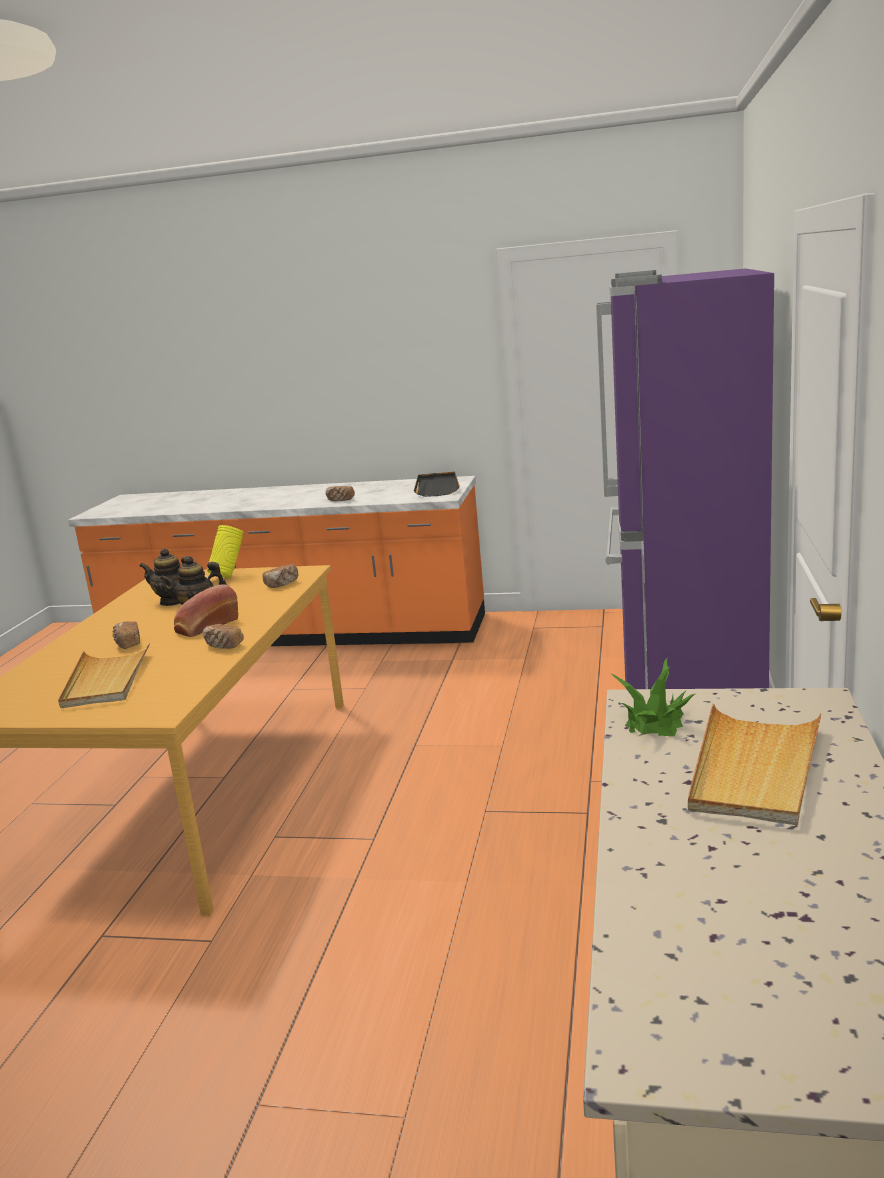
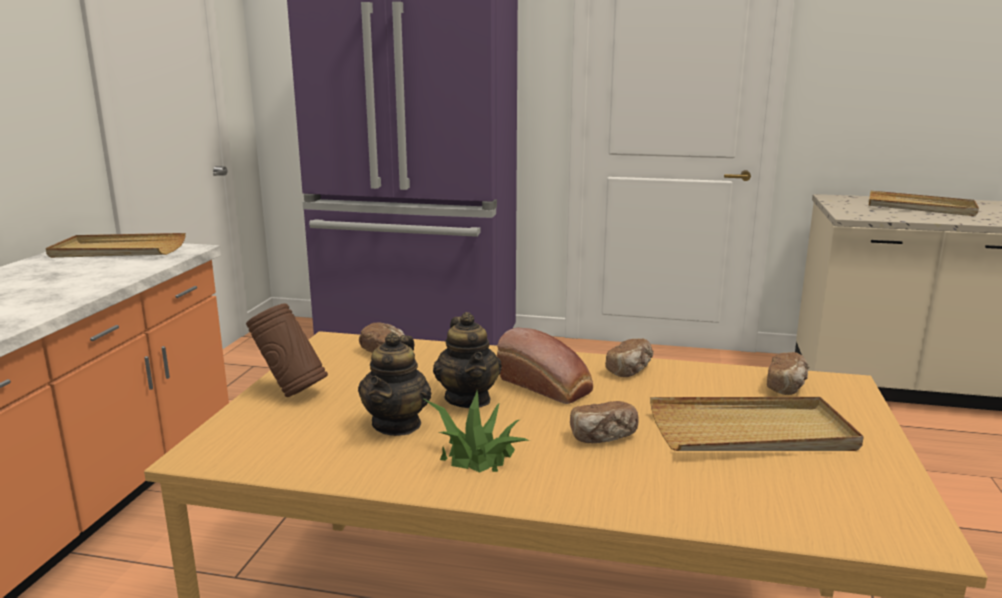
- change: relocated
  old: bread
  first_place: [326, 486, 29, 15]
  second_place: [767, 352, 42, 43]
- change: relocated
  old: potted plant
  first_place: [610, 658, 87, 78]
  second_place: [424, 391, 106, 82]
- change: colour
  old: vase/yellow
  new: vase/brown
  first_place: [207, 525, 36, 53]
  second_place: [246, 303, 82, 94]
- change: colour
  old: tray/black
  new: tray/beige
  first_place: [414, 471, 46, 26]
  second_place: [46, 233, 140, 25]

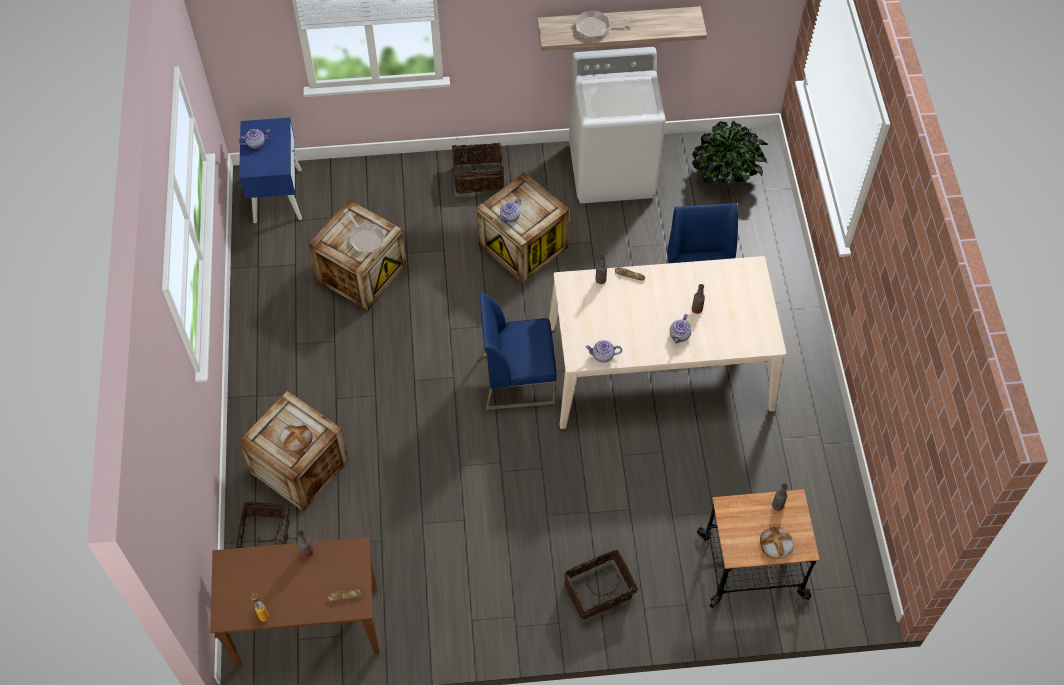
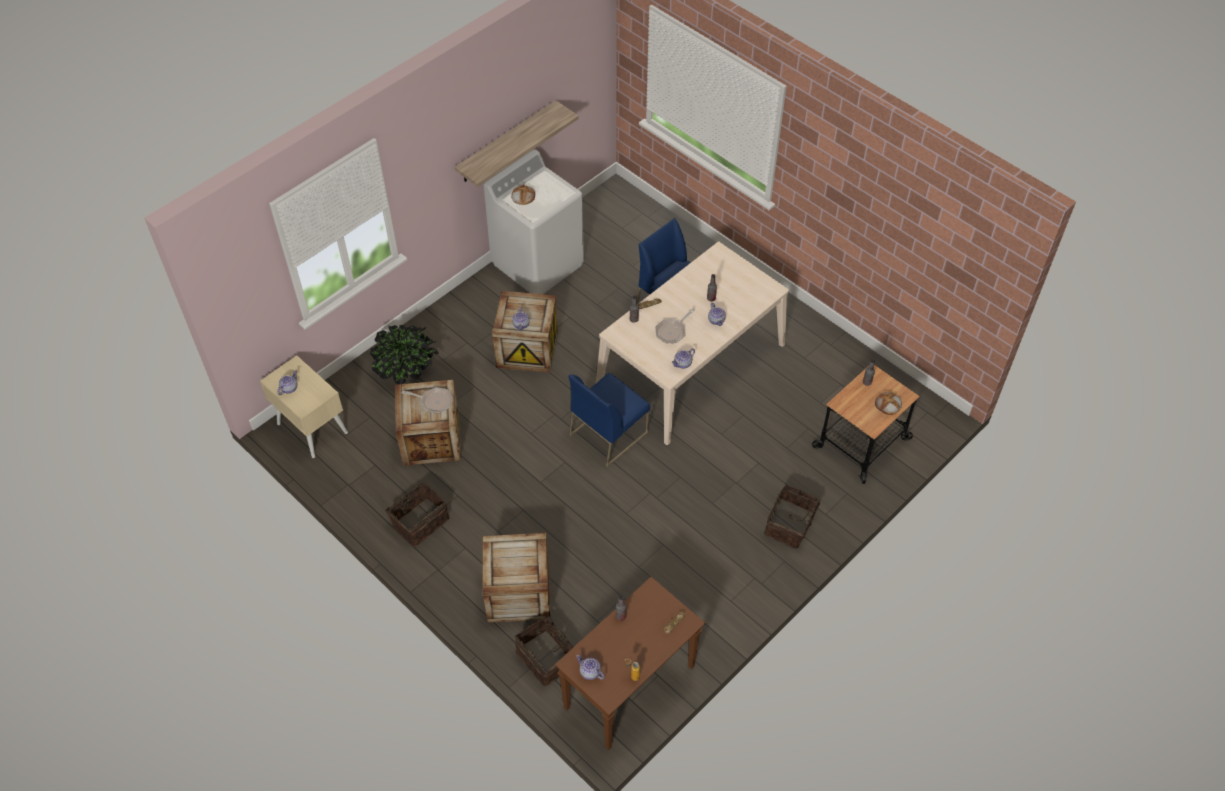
- change: appeared
  new: teapot
  second_place: [576, 655, 29, 25]
- change: relocated
  old: bread
  first_place: [280, 422, 33, 30]
  second_place: [511, 184, 24, 21]
- change: relocated
  old: basket
  first_place: [452, 143, 52, 51]
  second_place: [383, 482, 66, 64]
- change: relocated
  old: frying pan
  first_place: [575, 11, 59, 28]
  second_place: [655, 308, 40, 35]
- change: relocated
  old: potted plant
  first_place: [692, 121, 76, 66]
  second_place: [370, 325, 69, 59]
- change: colour
  old: nightstand/blue
  new: nightstand/beige
  first_place: [239, 118, 63, 105]
  second_place: [260, 356, 88, 102]

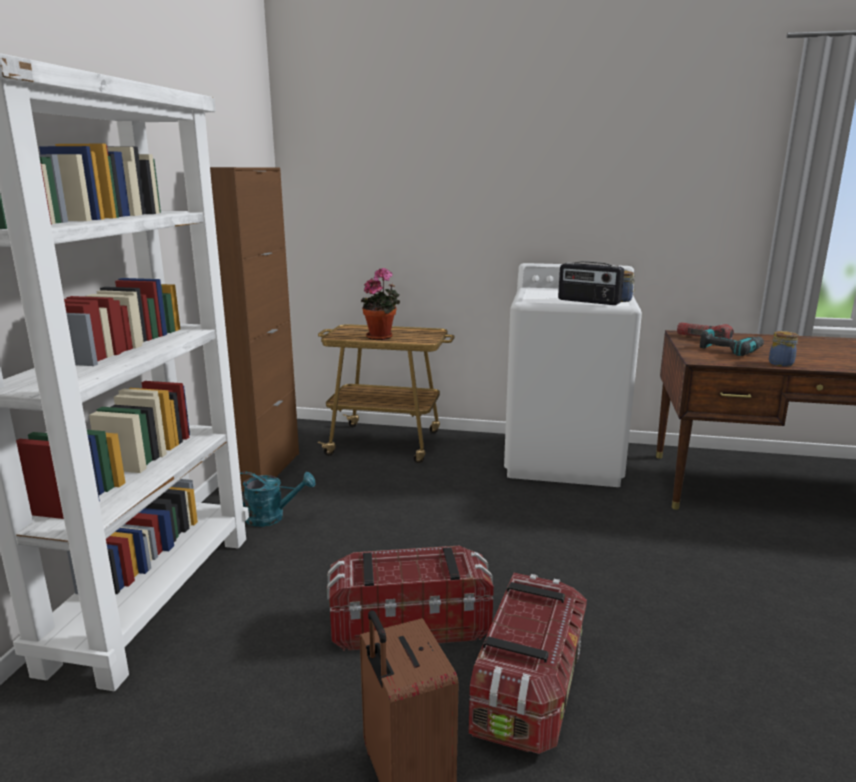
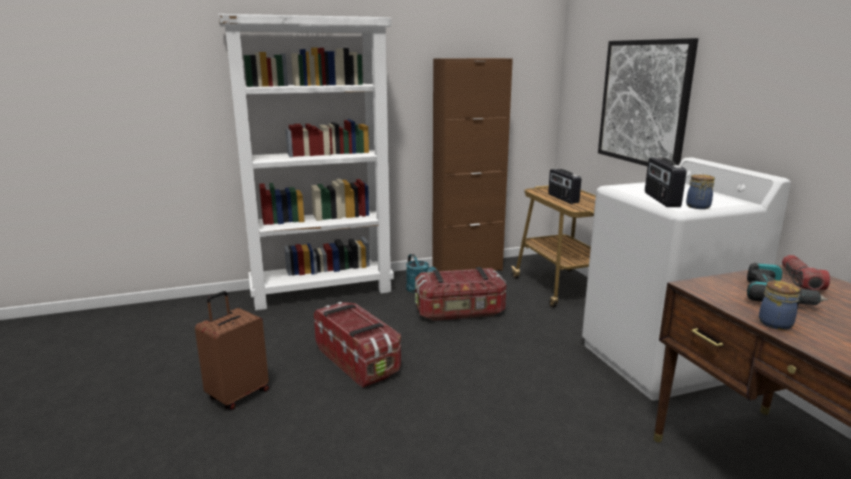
- change: appeared
  new: picture
  second_place: [598, 38, 100, 128]
- change: relocated
  old: storage box
  first_place: [469, 573, 118, 181]
  second_place: [415, 267, 91, 54]
- change: exchanged
  old: potted plant
  new: radio
  first_place: [361, 268, 39, 72]
  second_place: [548, 168, 33, 36]

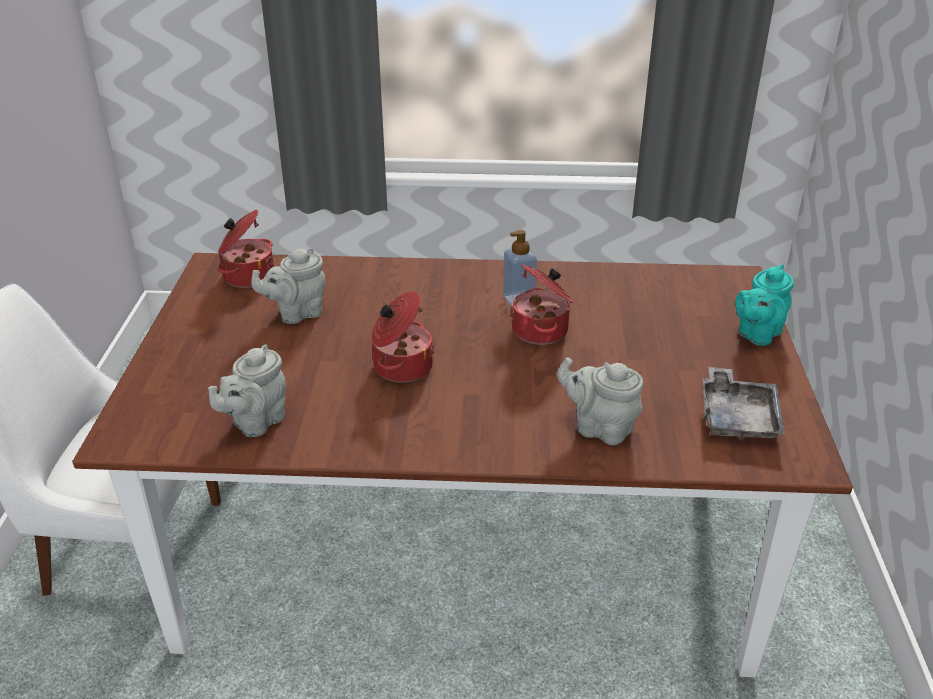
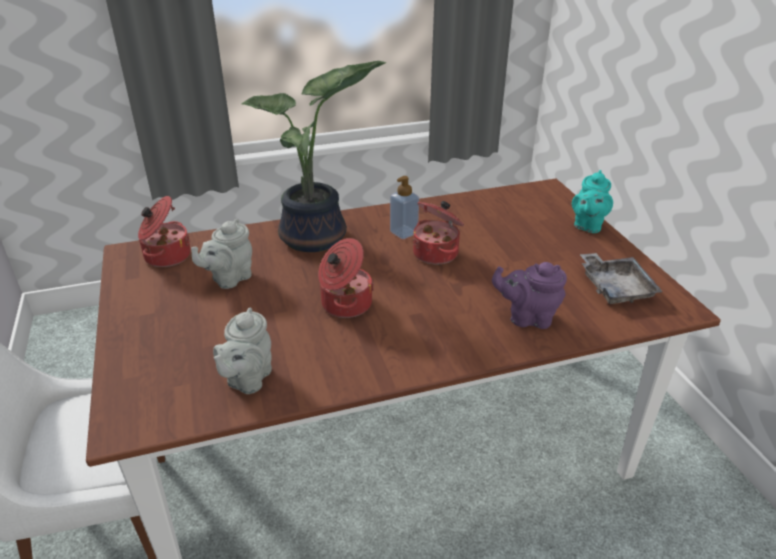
- change: appeared
  new: potted plant
  second_place: [241, 61, 145, 191]
- change: colour
  old: teapot/grey
  new: teapot/purple
  first_place: [557, 357, 86, 88]
  second_place: [492, 262, 75, 67]

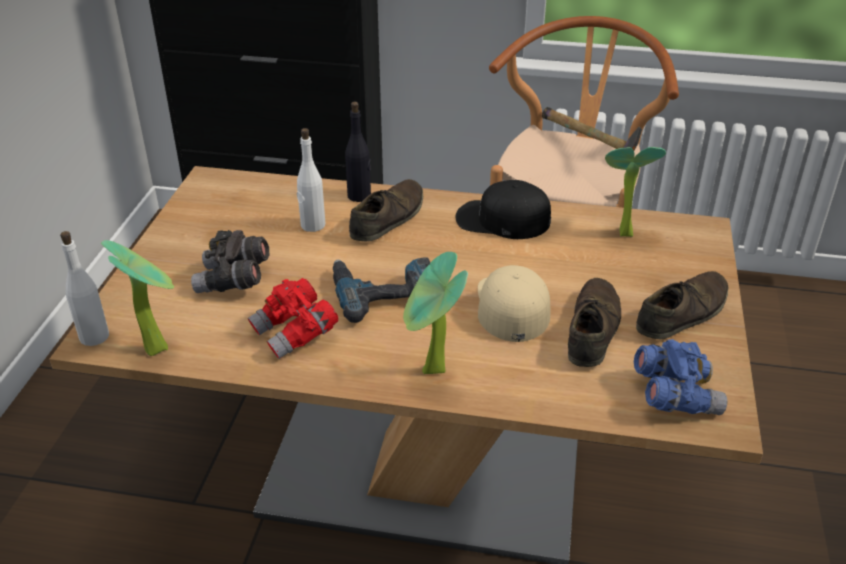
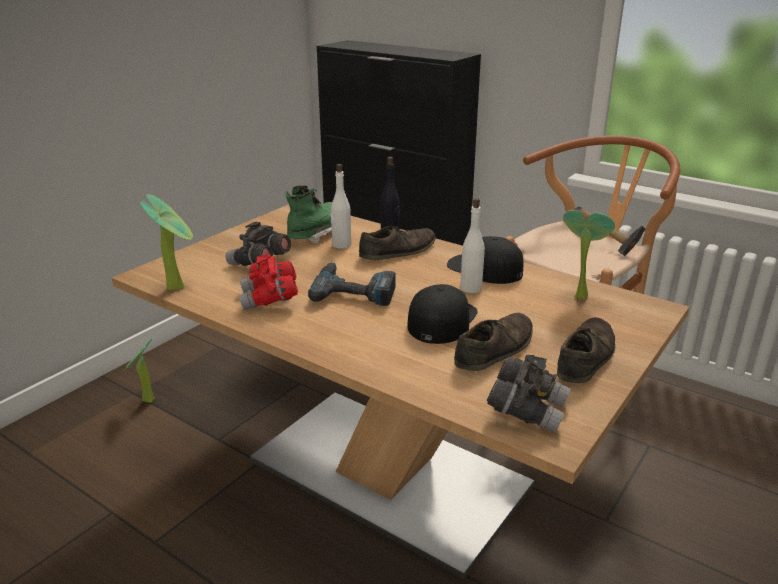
- change: appeared
  new: boot/green
  second_place: [285, 185, 47, 59]
- change: relocated
  old: bottle/white
  first_place: [60, 231, 49, 115]
  second_place: [460, 198, 25, 95]
- change: relocated
  old: potted plant
  first_place: [403, 252, 65, 122]
  second_place: [122, 336, 33, 67]
- change: colour
  old: cap/beige
  new: cap/black
  first_place: [478, 265, 72, 77]
  second_place: [407, 284, 71, 60]
- change: colour
  old: binoculars/blue
  new: binoculars/grey
  first_place: [634, 339, 94, 76]
  second_place: [487, 355, 84, 78]
- change: spun
  old: shoe/brown
  first_place: [636, 271, 93, 68]
  second_place: [557, 317, 58, 66]
  degrees: -45

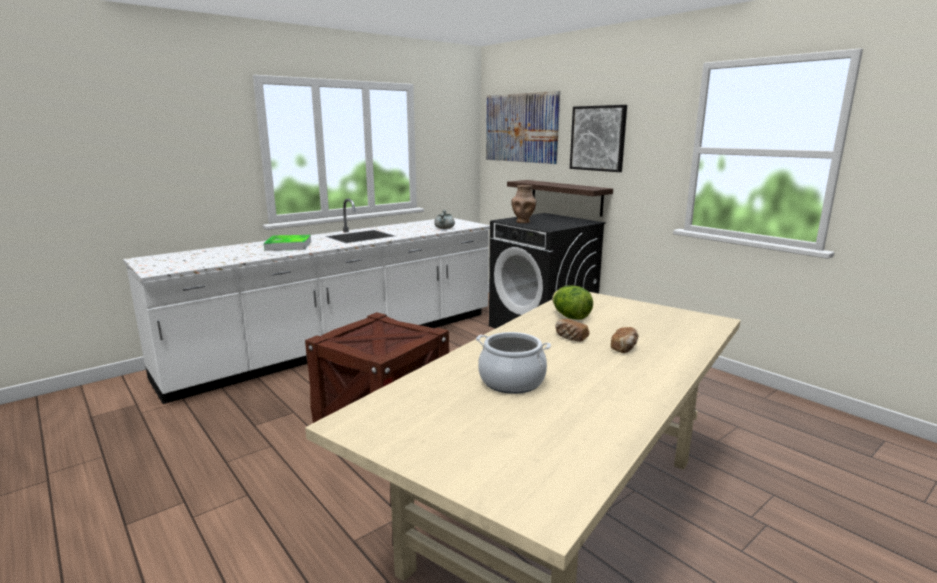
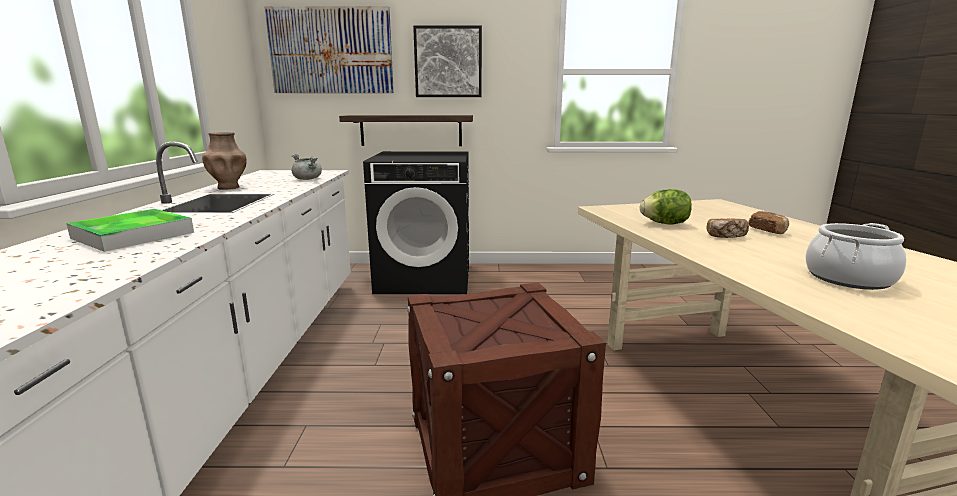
- change: relocated
  old: vase/brown
  first_place: [511, 185, 26, 38]
  second_place: [202, 132, 44, 58]

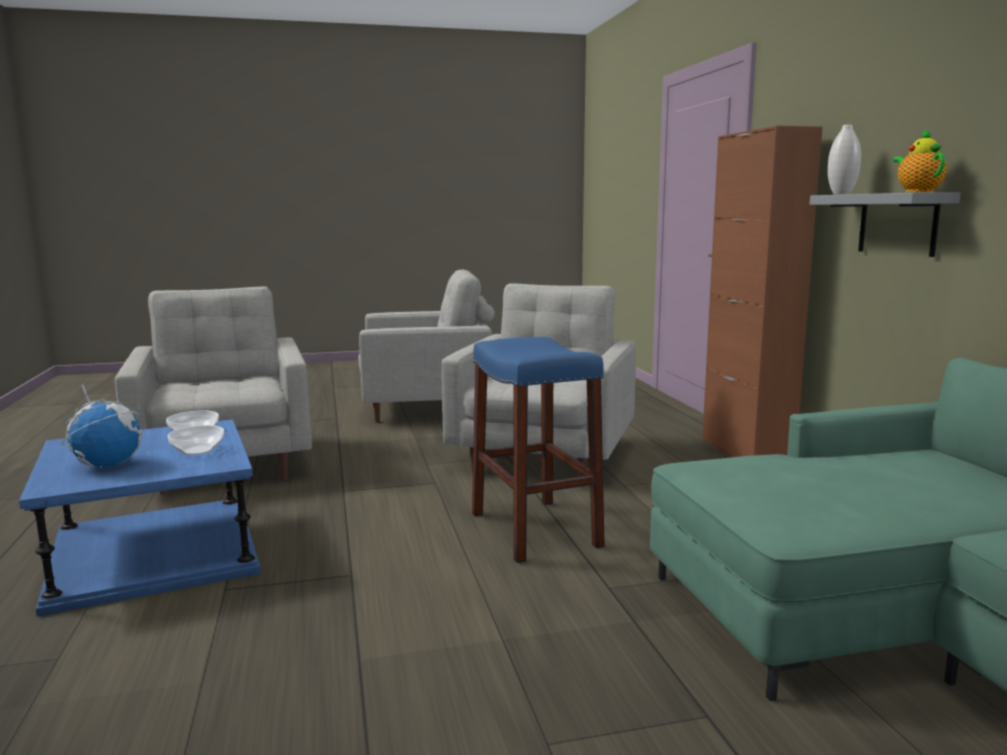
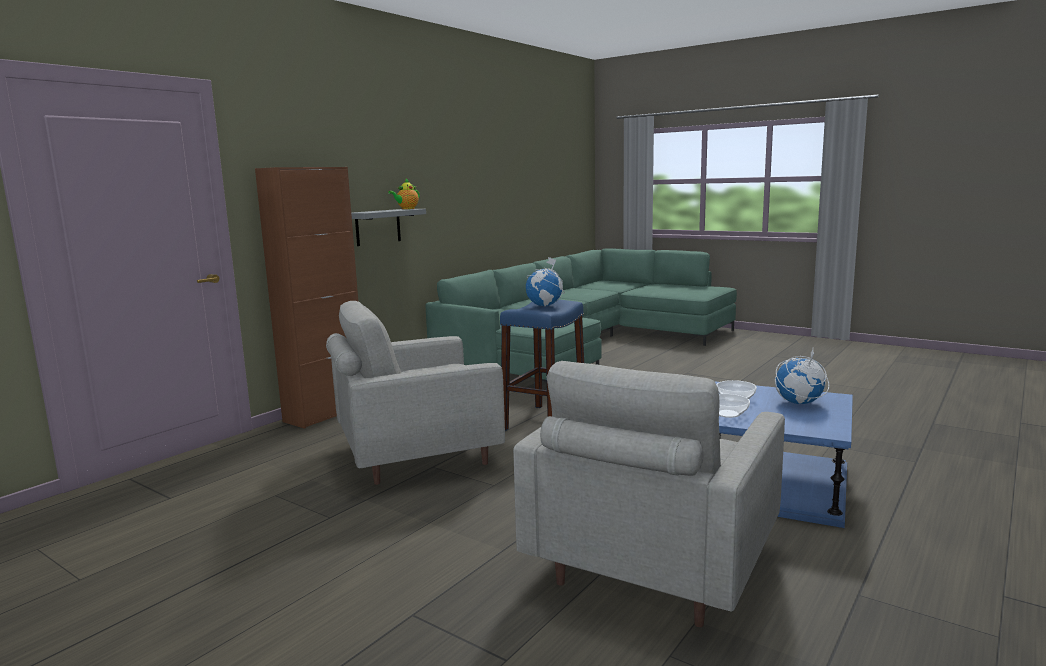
- change: missing
  old: armchair/grey
  first_place: [358, 269, 137, 154]
- change: missing
  old: vase/white
  first_place: [828, 125, 33, 70]
- change: appeared
  new: globe
  second_place: [526, 257, 39, 49]

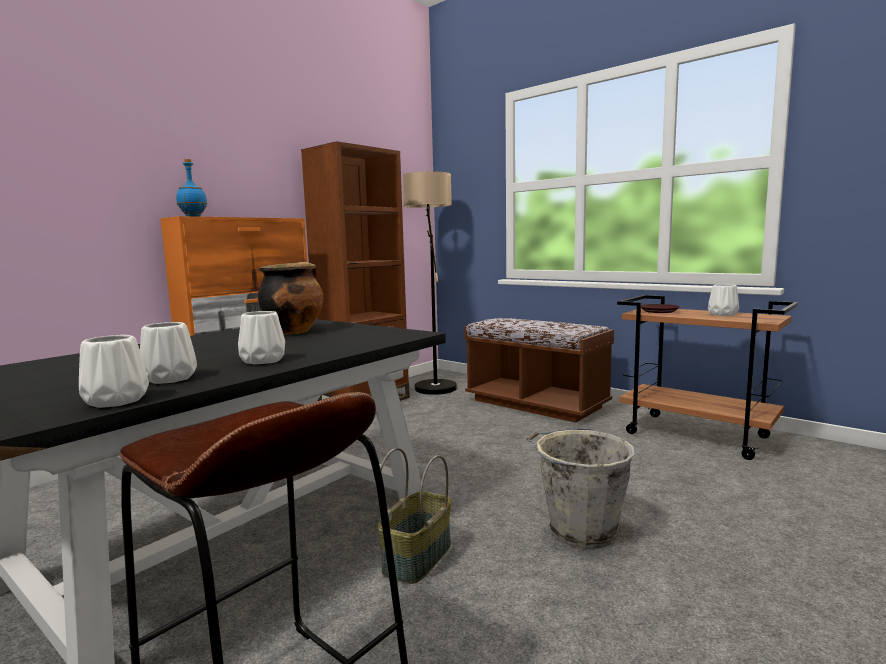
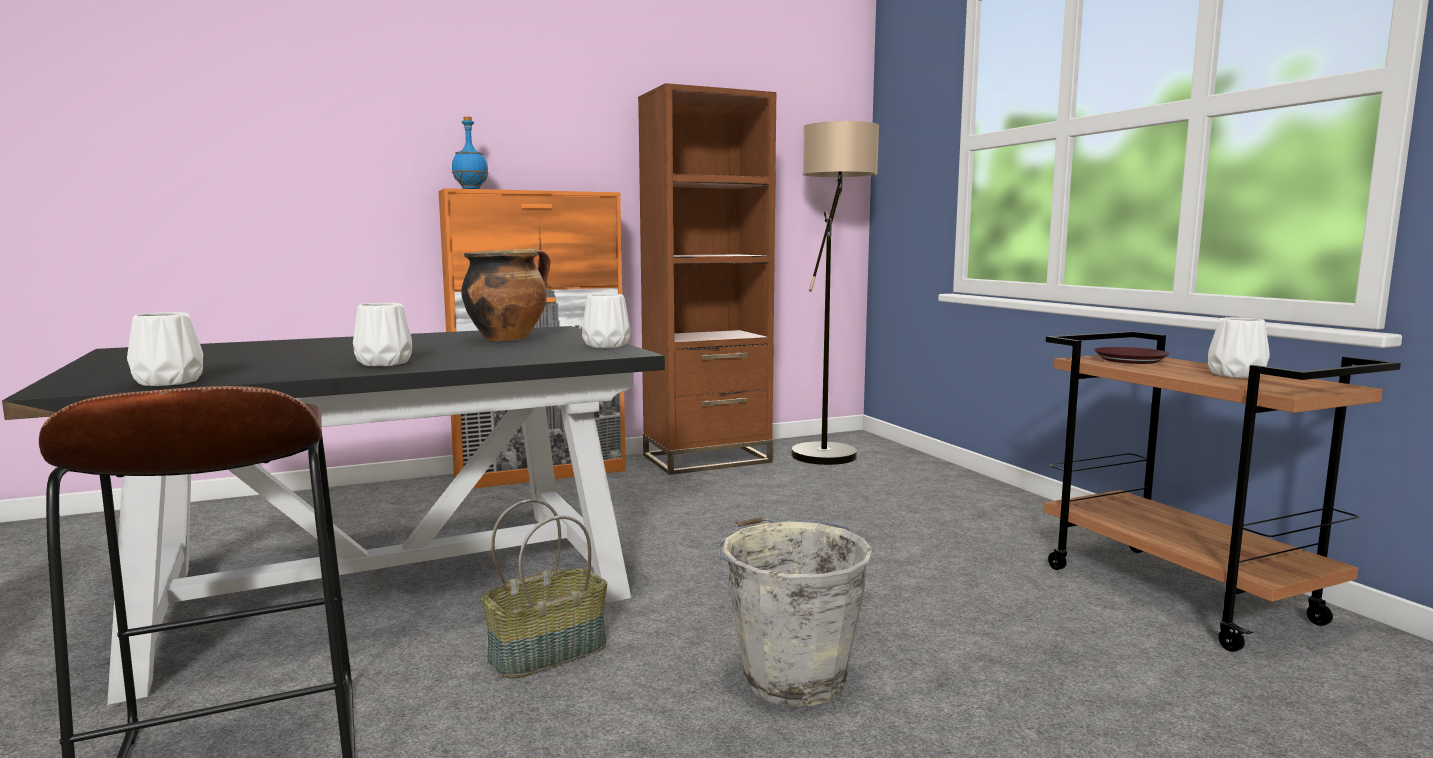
- change: missing
  old: bench/brown
  first_place: [464, 318, 150, 105]
- change: relocated
  old: vase/white
  first_place: [140, 322, 57, 62]
  second_place: [582, 294, 49, 54]

